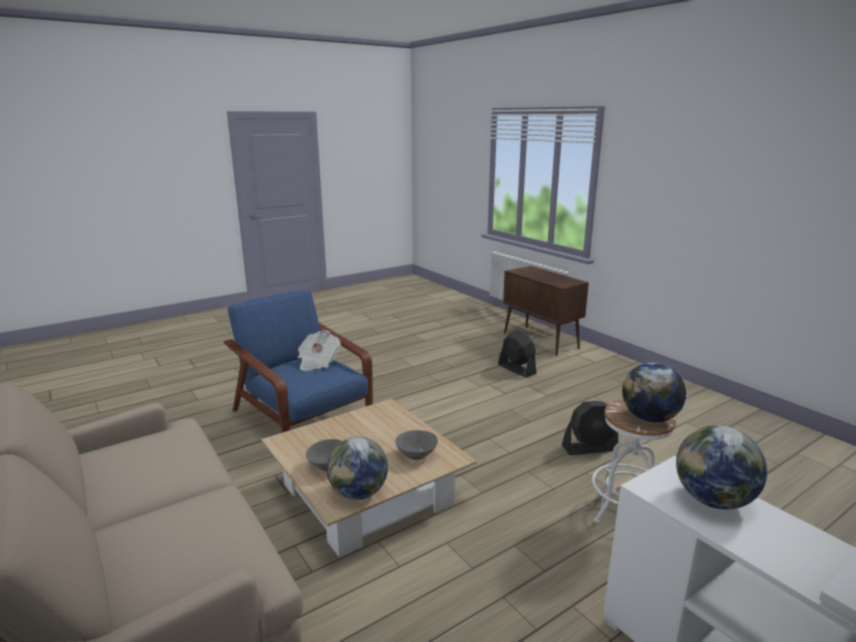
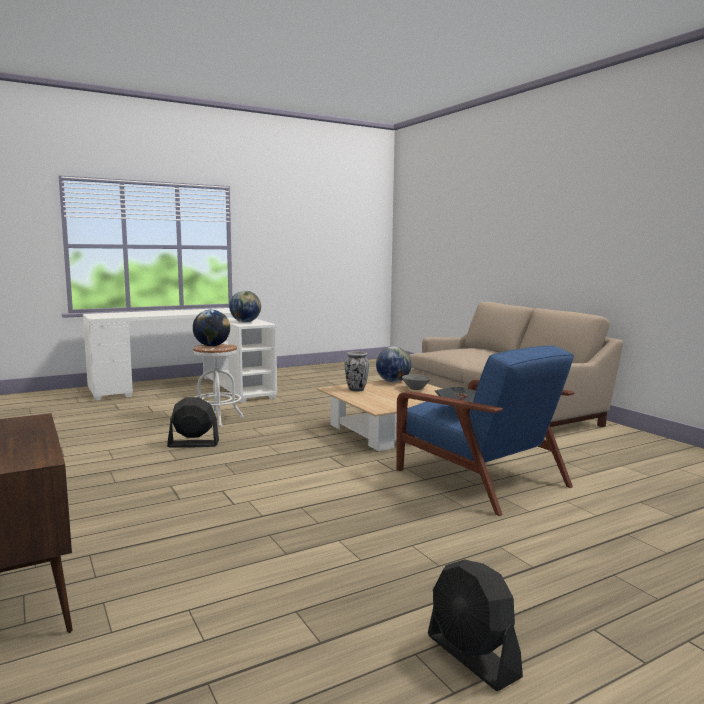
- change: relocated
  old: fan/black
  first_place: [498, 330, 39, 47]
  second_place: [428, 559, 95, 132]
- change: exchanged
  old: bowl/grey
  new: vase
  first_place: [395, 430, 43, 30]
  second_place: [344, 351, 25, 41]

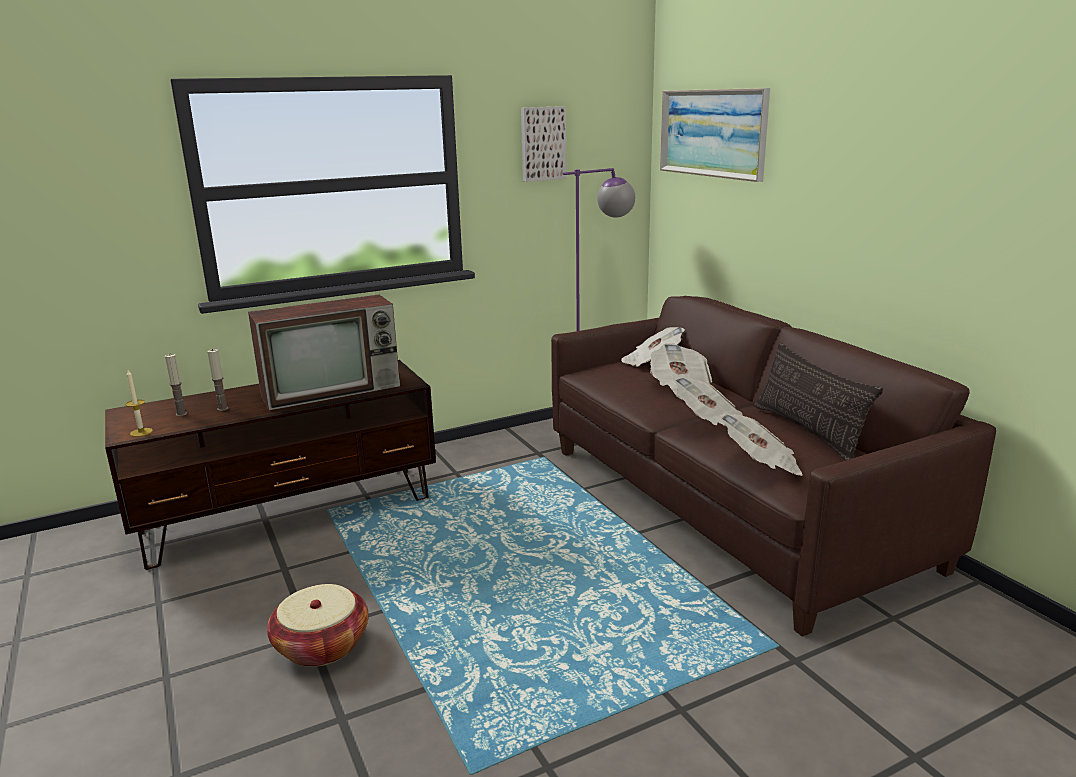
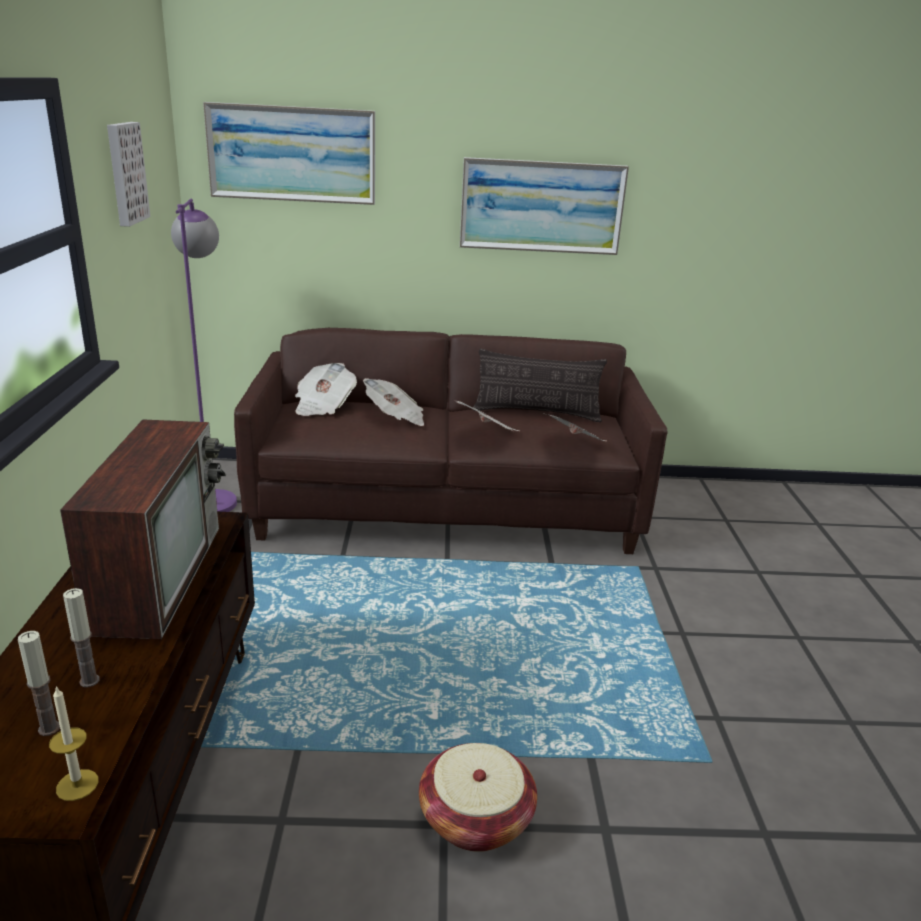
- change: appeared
  new: picture
  second_place: [460, 157, 169, 98]

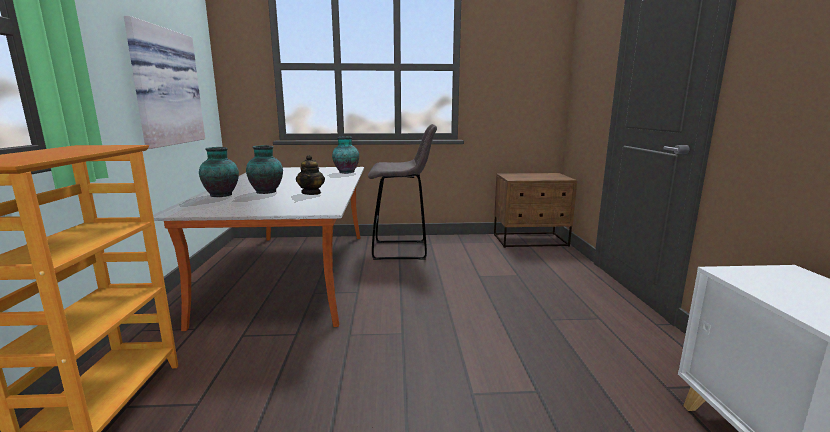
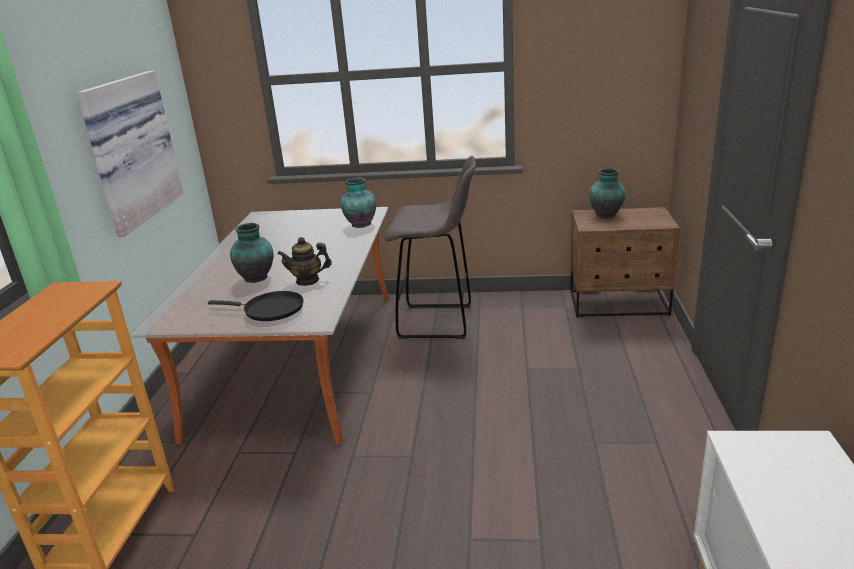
- change: appeared
  new: frying pan/black
  second_place: [208, 291, 96, 30]
- change: relocated
  old: vase
  first_place: [199, 147, 40, 50]
  second_place: [589, 168, 37, 50]
- change: spun
  old: teapot
  first_place: [296, 155, 29, 40]
  second_place: [277, 237, 55, 49]
  degrees: 75

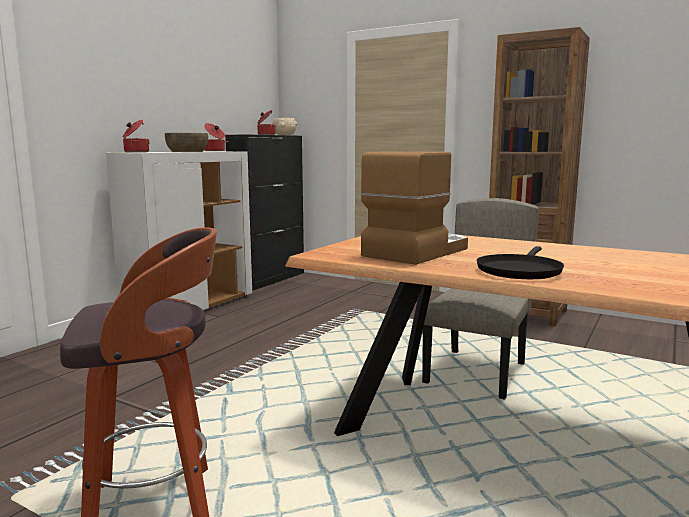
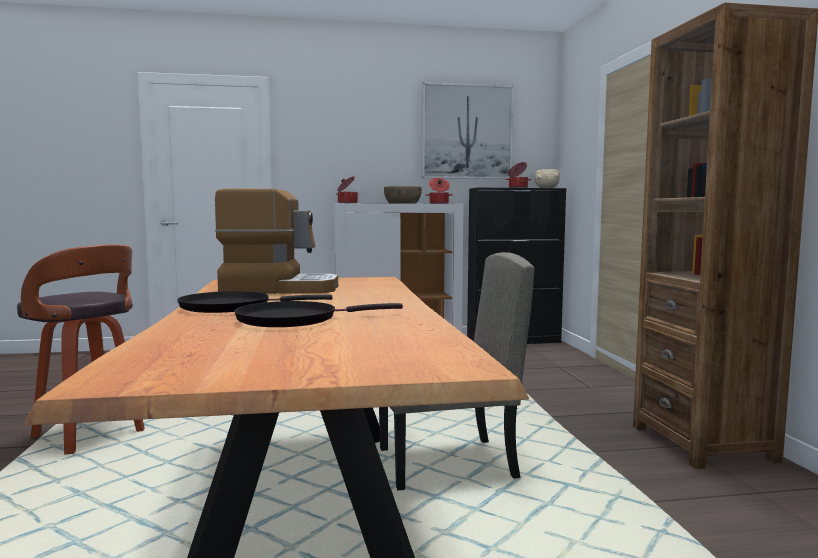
- change: appeared
  new: frying pan/black
  second_place: [234, 301, 169, 26]
- change: appeared
  new: picture
  second_place: [422, 82, 92, 97]

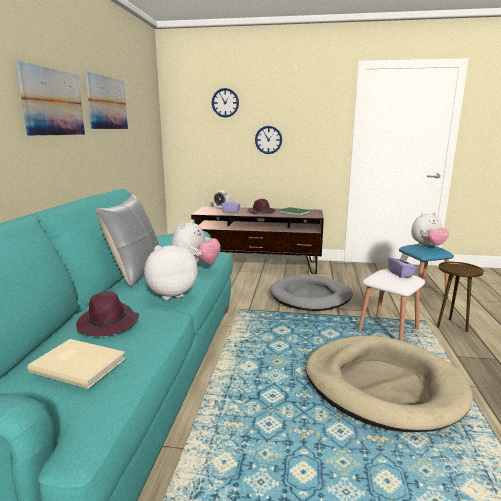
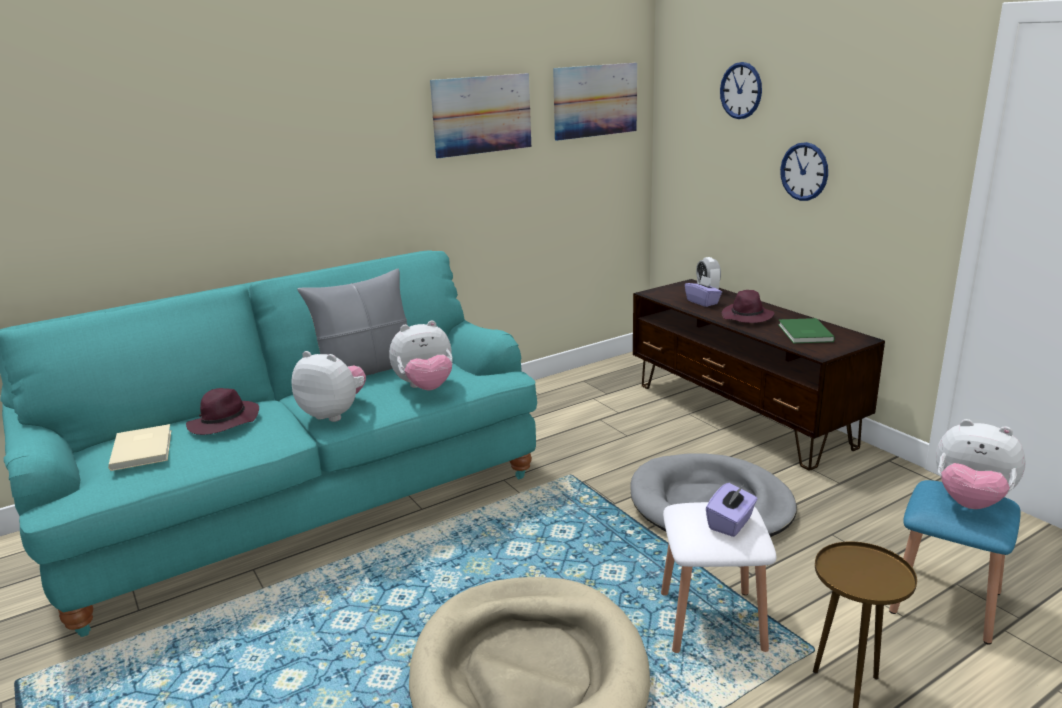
- change: relocated
  old: picture
  first_place: [16, 61, 69, 75]
  second_place: [553, 63, 84, 78]

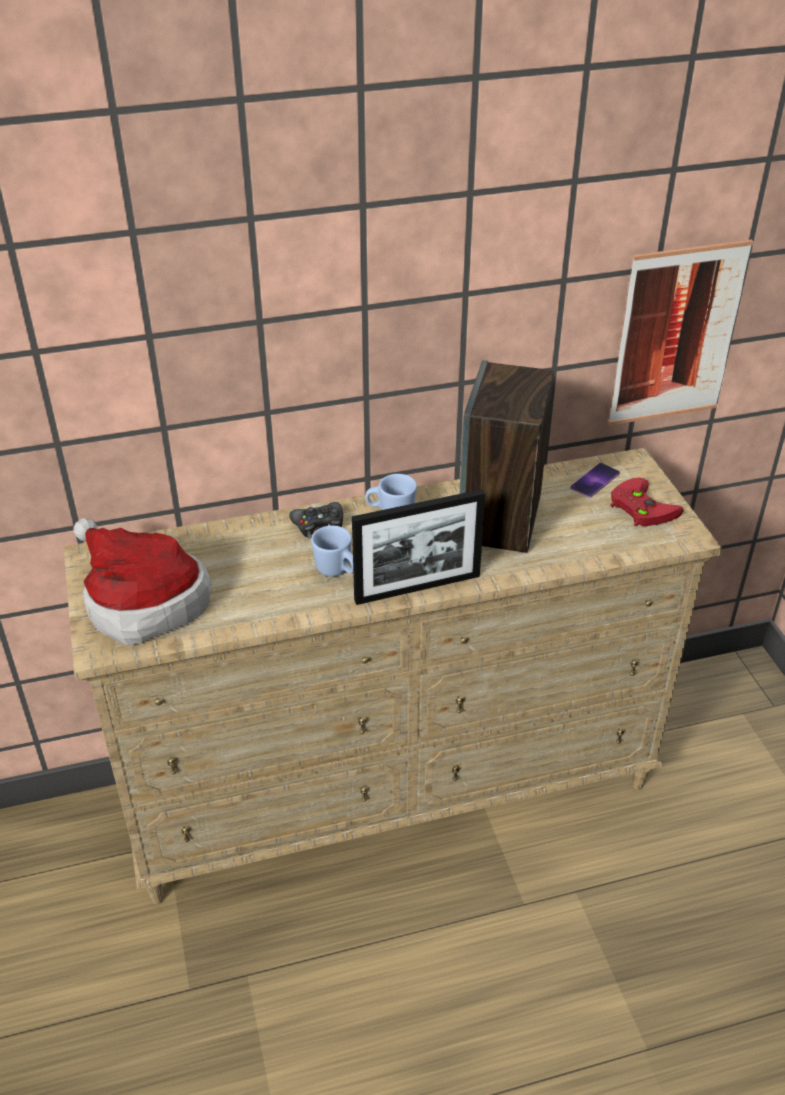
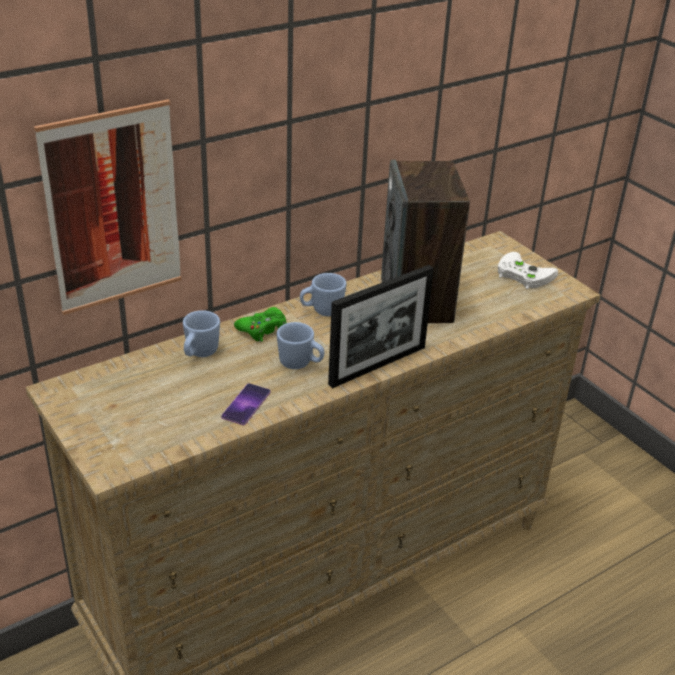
- change: missing
  old: hat
  first_place: [74, 518, 137, 128]
- change: appeared
  new: mug/blue
  second_place: [183, 310, 37, 47]
- change: relocated
  old: phone
  first_place: [570, 463, 50, 35]
  second_place: [221, 383, 50, 42]
- change: relocated
  old: picture
  first_place: [608, 239, 146, 186]
  second_place: [34, 99, 148, 216]
- change: colour
  old: game controller/black
  new: game controller/green
  first_place: [289, 502, 54, 37]
  second_place: [234, 307, 53, 35]
- change: colour
  old: game controller/red
  new: game controller/white
  first_place: [610, 478, 73, 48]
  second_place: [498, 252, 60, 38]

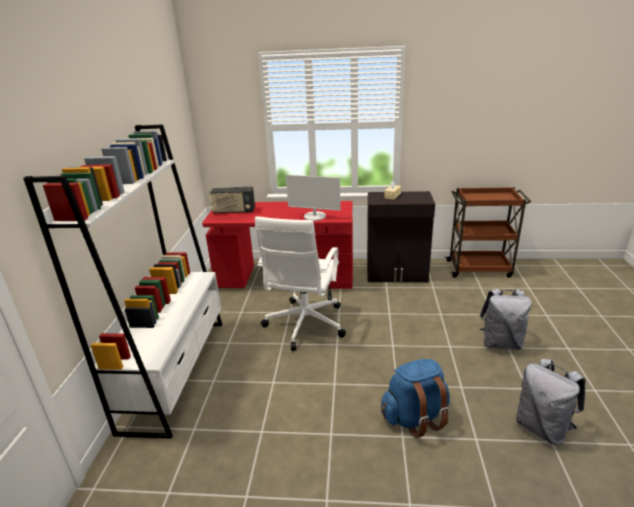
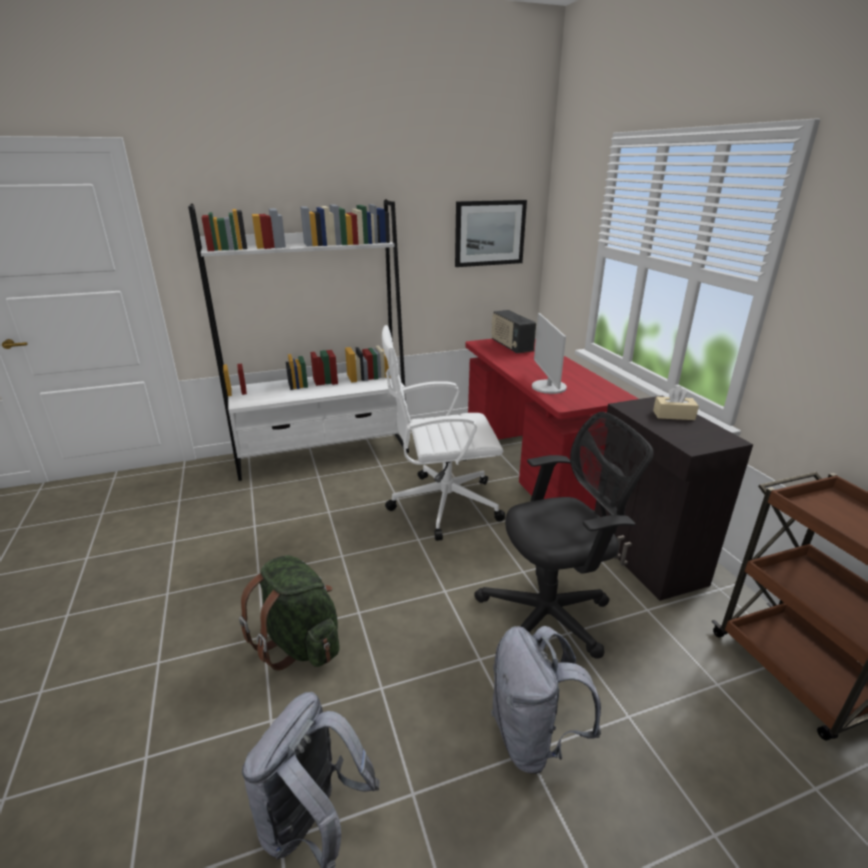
- change: appeared
  new: picture
  second_place: [455, 200, 72, 67]
- change: appeared
  new: office chair/black
  second_place: [474, 412, 180, 247]
- change: colour
  old: backpack/blue
  new: backpack/green
  first_place: [381, 359, 69, 79]
  second_place: [239, 555, 101, 116]

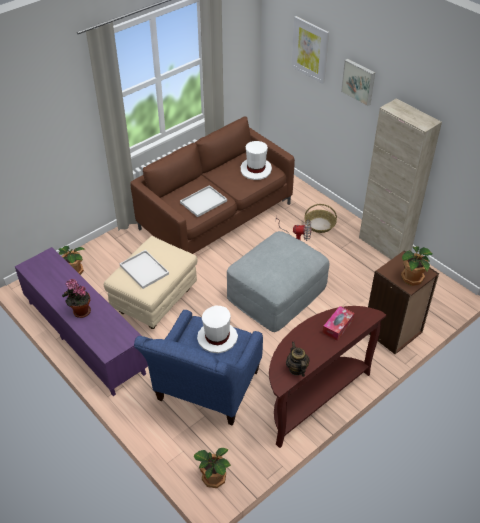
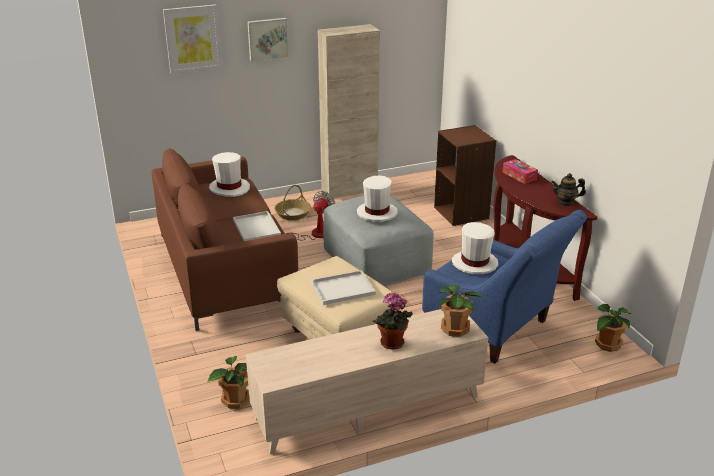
- change: appeared
  new: hat/white
  second_place: [357, 176, 41, 46]
- change: relocated
  old: potted plant
  first_place: [401, 246, 32, 40]
  second_place: [439, 285, 44, 52]
- change: colour
  old: tv stand/purple
  new: tv stand/beige
  first_place: [15, 247, 133, 149]
  second_place: [246, 309, 242, 145]

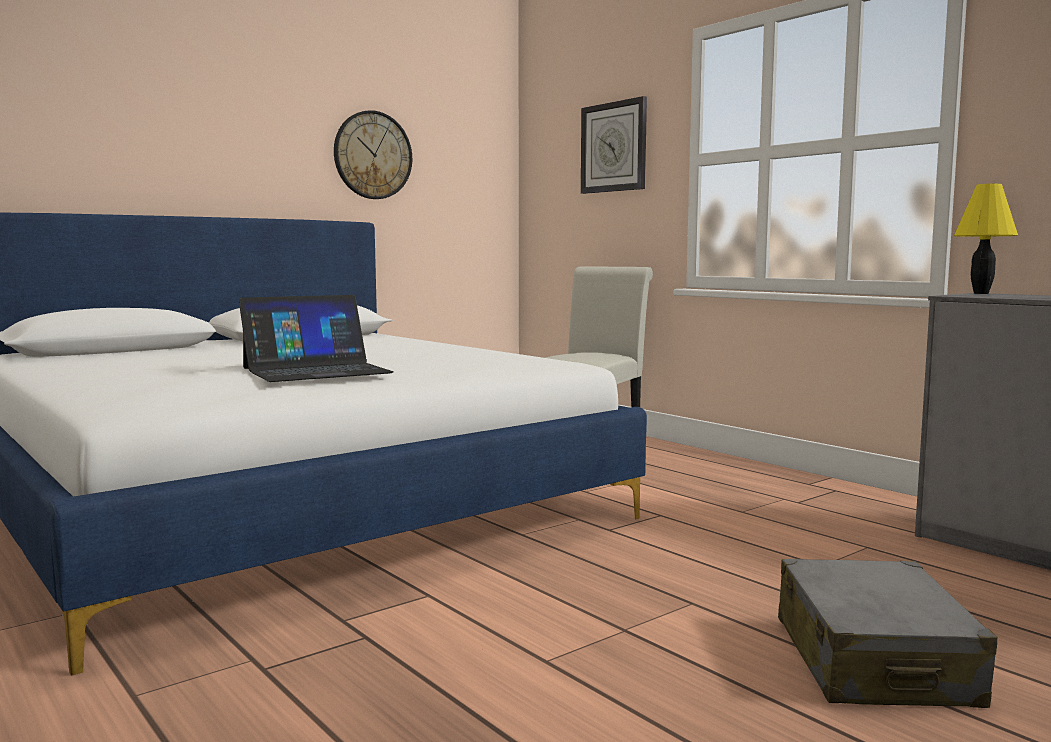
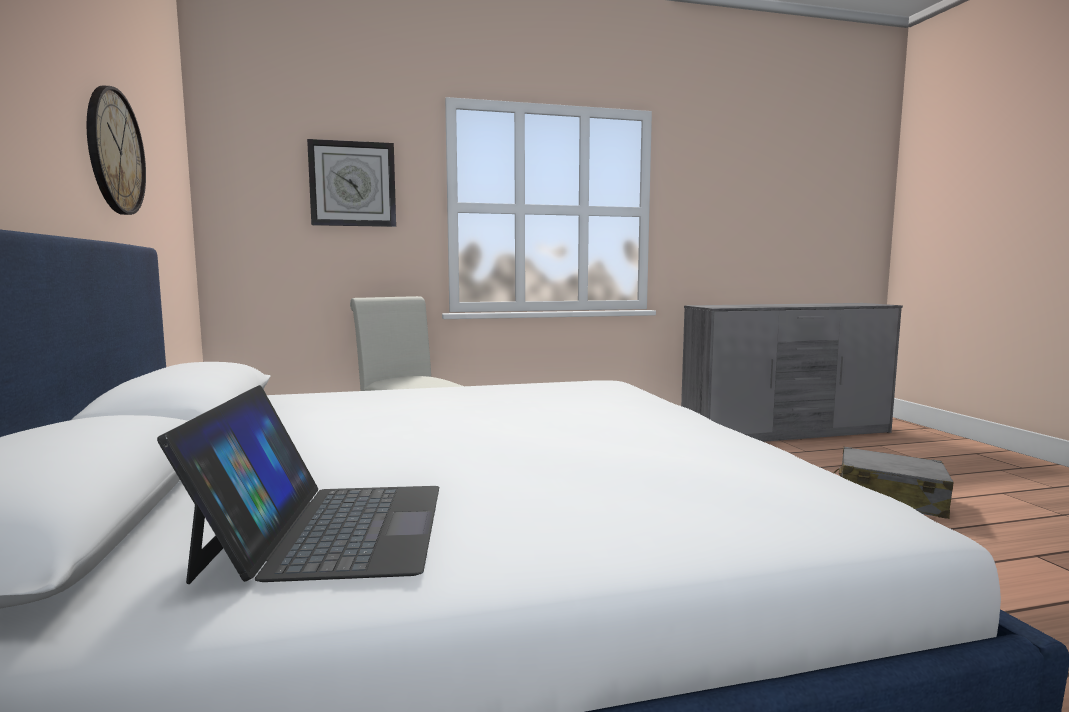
- change: missing
  old: table lamp/yellow
  first_place: [954, 183, 64, 111]
- change: relocated
  old: laptop
  first_place: [239, 295, 154, 87]
  second_place: [157, 385, 282, 199]

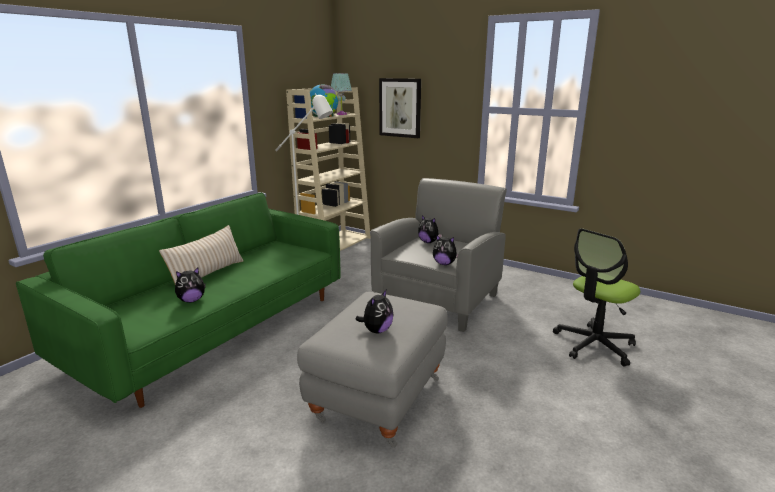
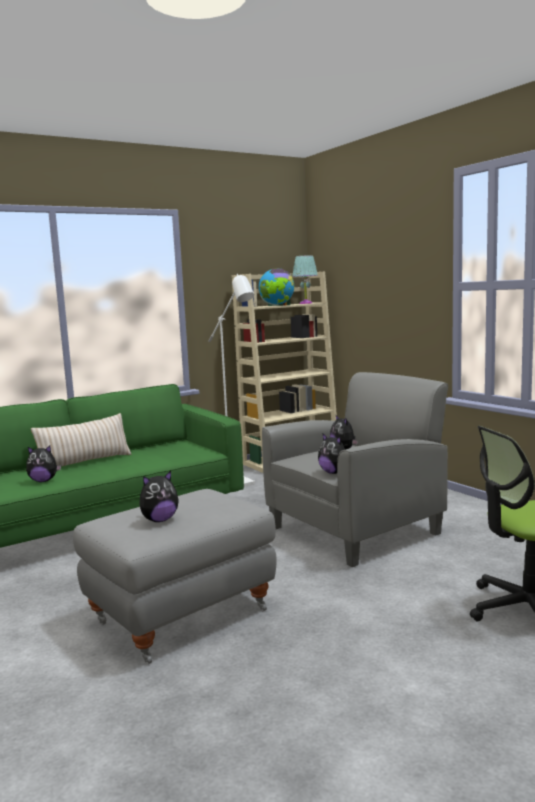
- change: missing
  old: picture
  first_place: [379, 78, 42, 60]

